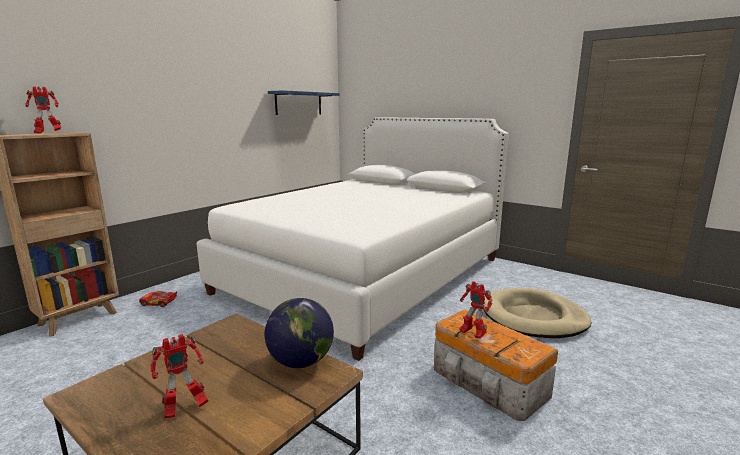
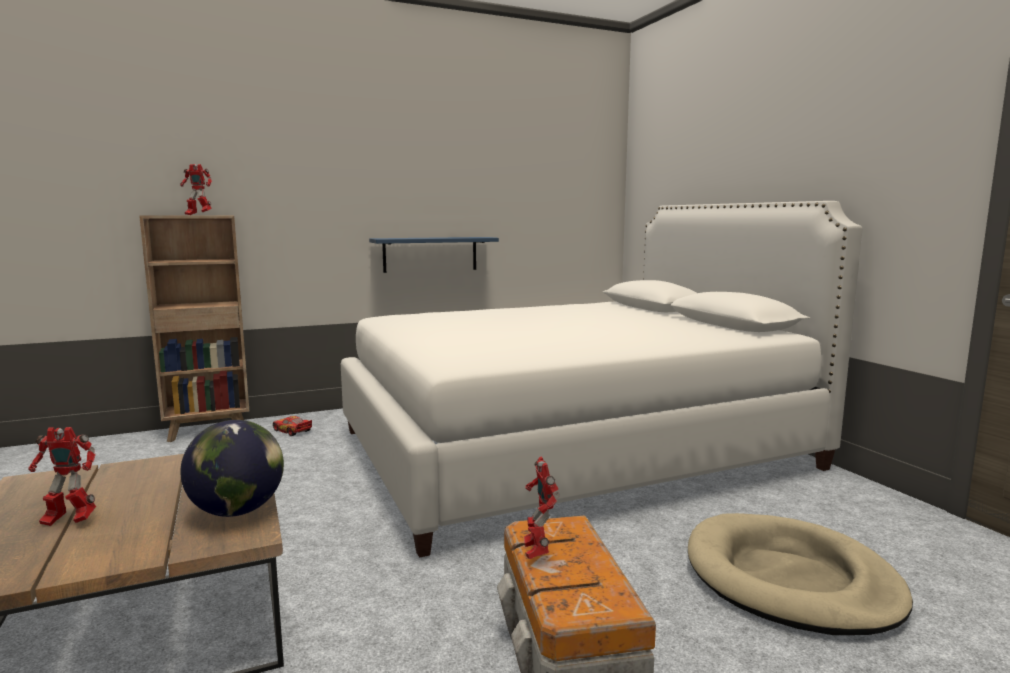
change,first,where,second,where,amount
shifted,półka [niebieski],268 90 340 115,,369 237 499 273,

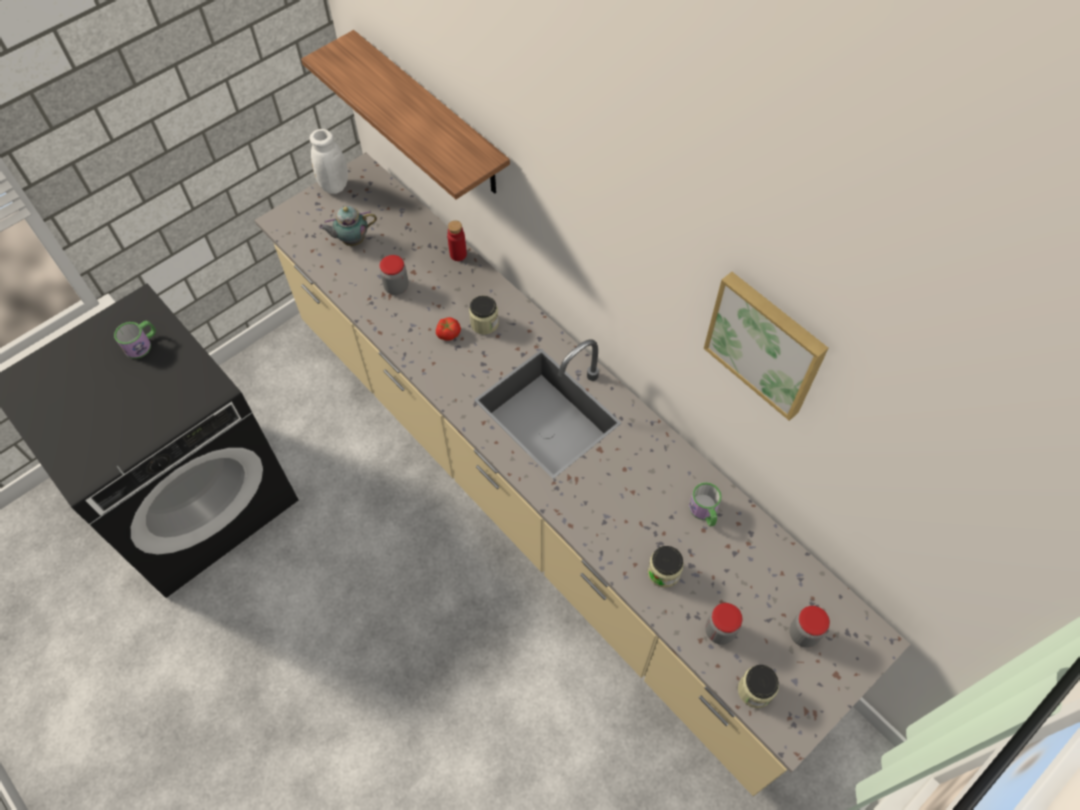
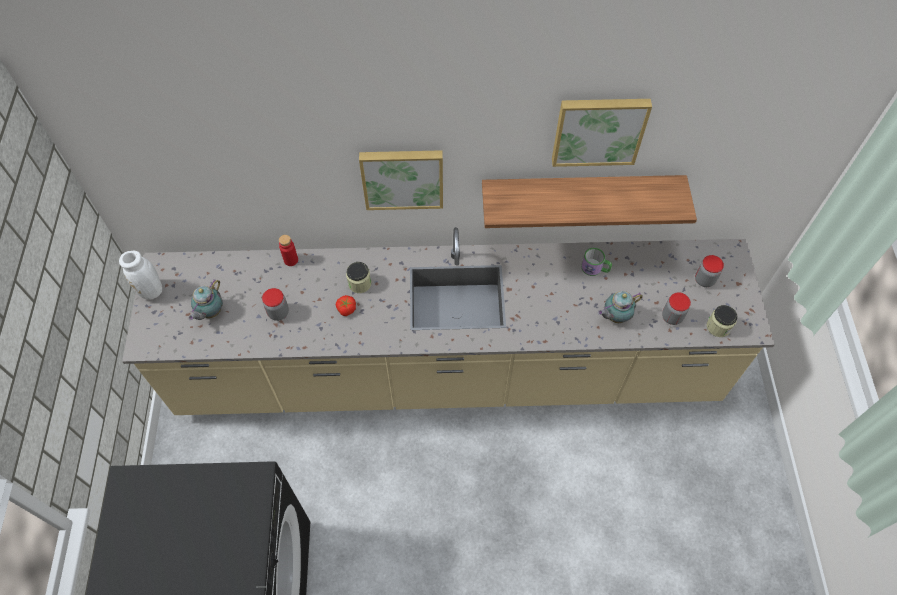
change,first,where,second,where,amount
gone,kubek,114 321 156 359,,,
shifted,półka,301 30 510 200,,482 175 697 228,
swapped,słoik,647 546 684 588,imbryk,598 291 643 323,
new,,,obraz,359 150 443 210,

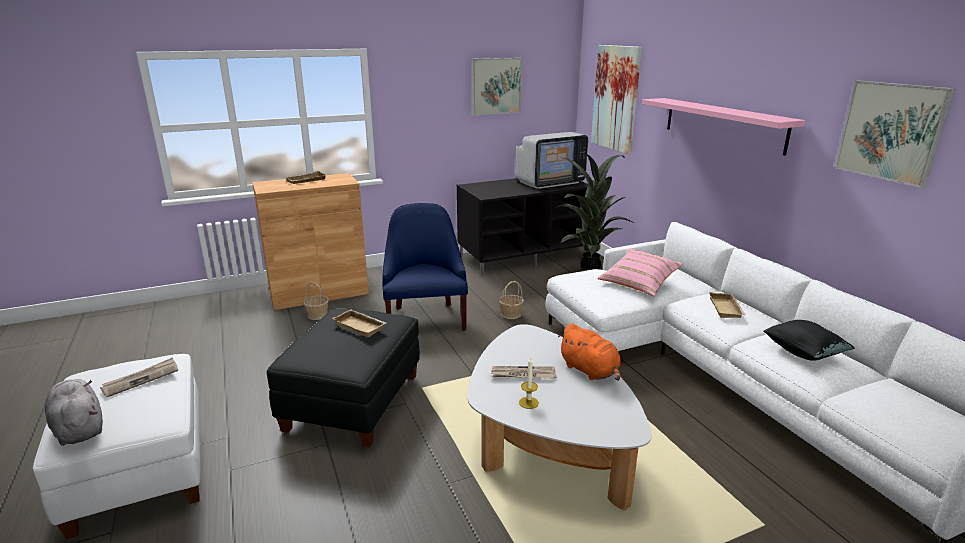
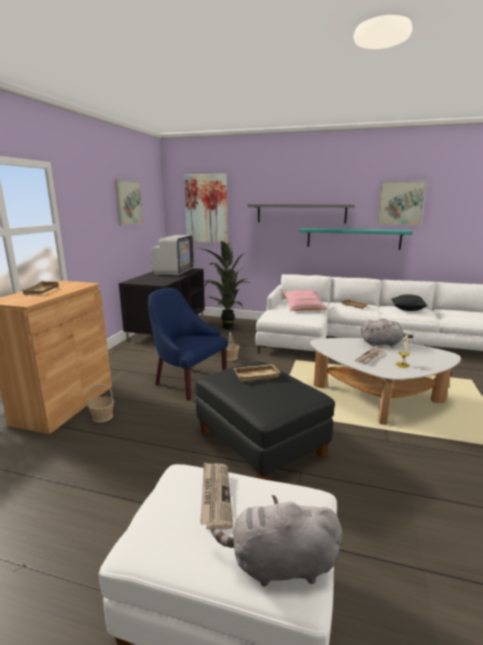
change,first,where,second,where,amount
repainted,pluszak [pomarańczowy],558 323 621 381,pluszak [szary],361 318 414 347,
repainted,półka [różowy],642 98 806 156,półka [szary],248 204 355 224,
new,,,półka [turkusowy],299 228 413 250,

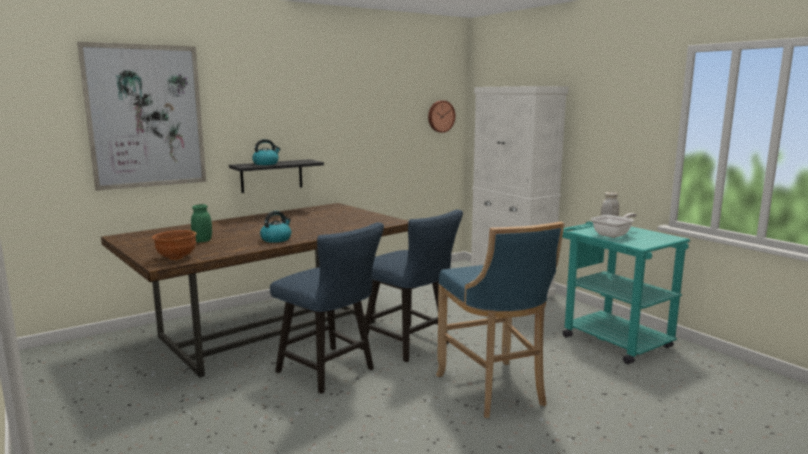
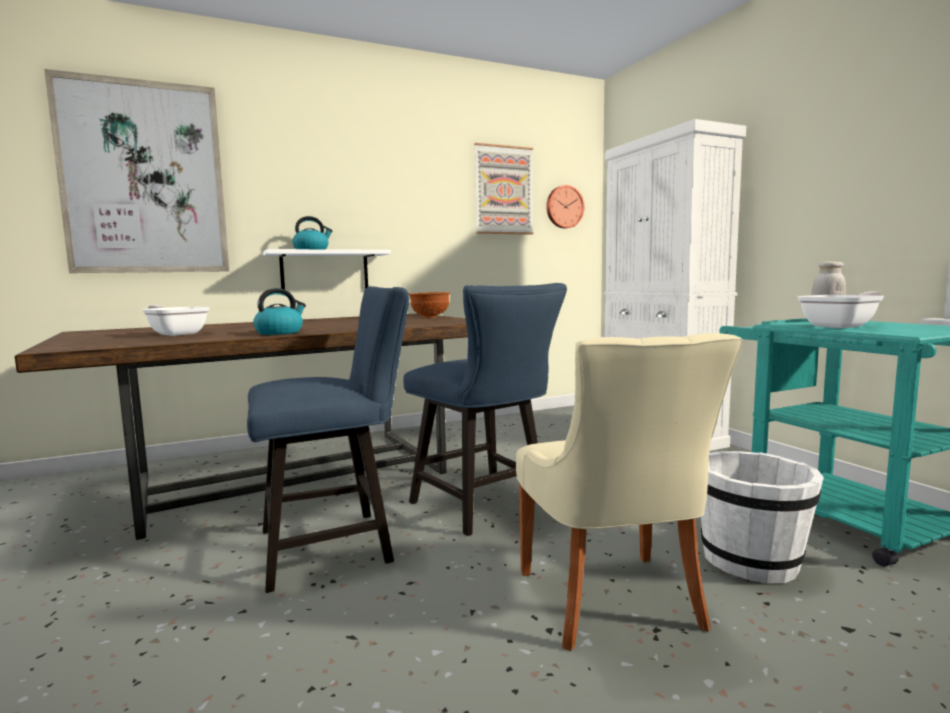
change,first,where,second,where,amount
shifted,miska [brązowy],152 230 197 260,,408 292 450 318,
swapped,słoik [zielony],191 204 212 242,patelnia,142 305 210 336,
repainted,półka [czarny],229 159 324 193,półka [biały],263 249 391 290,
rotated,krzesło [niebieski],270 222 384 394,,247 286 409 593,75 degrees counterclockwise
swapped,stołek [niebieski],436 222 565 418,krzesło [beżowy],516 333 742 651,
new,,,obraz,474 143 533 235,
new,,,wiadro [biały],701 451 824 583,

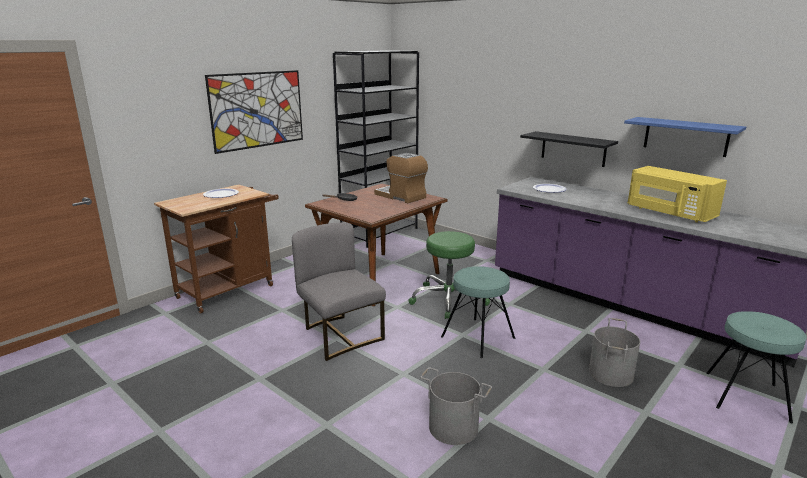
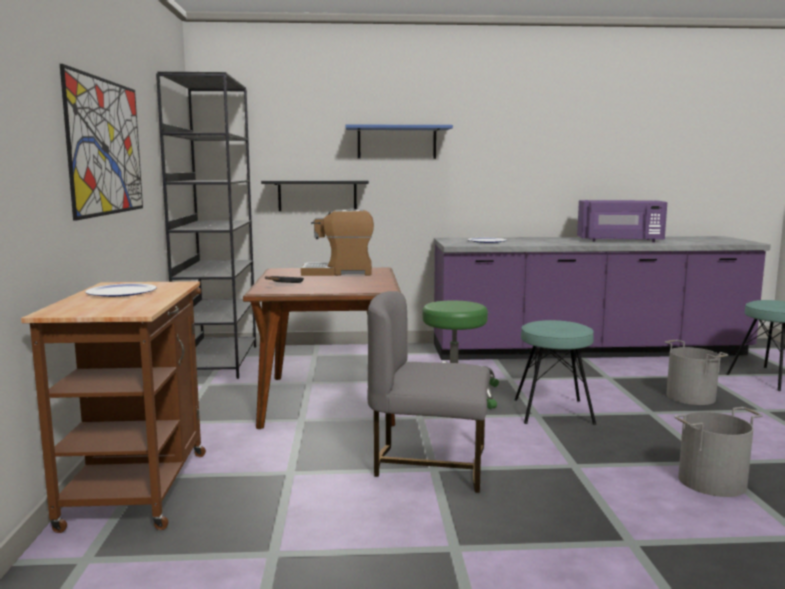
change,first,where,second,where,amount
shifted,półka [czarny],520 131 618 167,,261 180 369 211,
shifted,półka [niebieski],624 117 746 157,,345 124 453 159,
repainted,mikrofalówka [żółty],628 166 727 222,mikrofalówka [fioletowy],577 200 667 242,

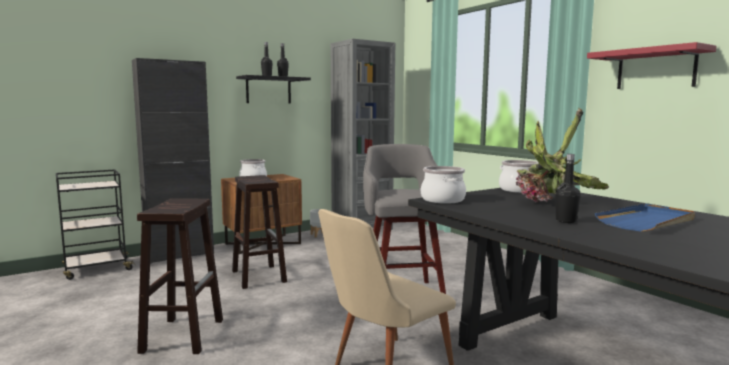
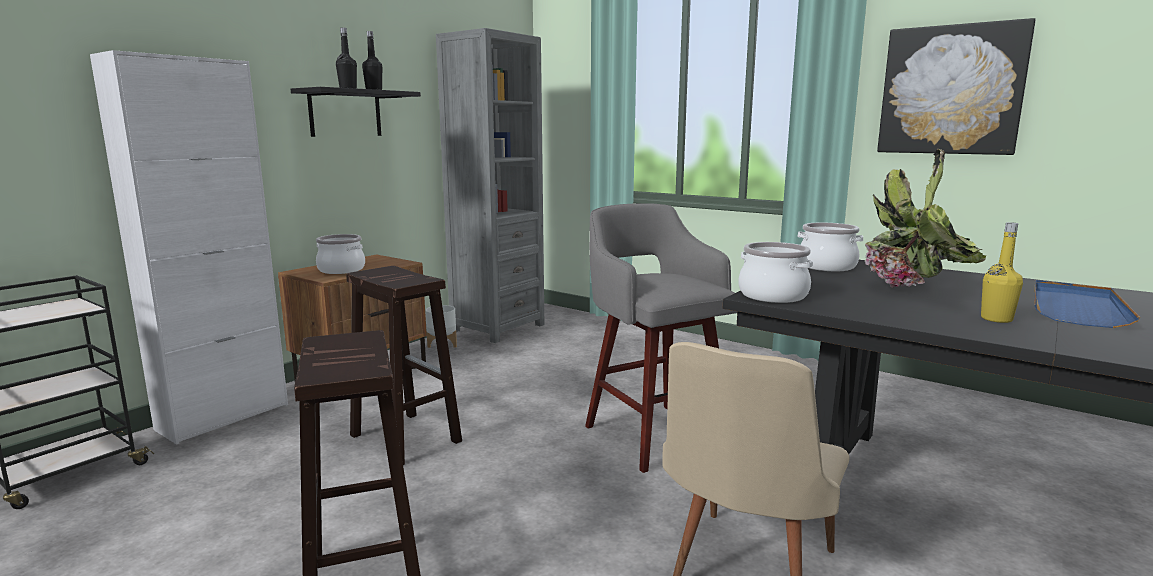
change,first,where,second,where,amount
repainted,szafka [czarny],132 58 214 264,szafka [biały],90 50 288 445,
repainted,butelka [czarny],555 154 581 223,butelka [żółty],981 222 1023 323,
swapped,półka [czerwony],587 42 717 89,obraz,877 18 1036 155,

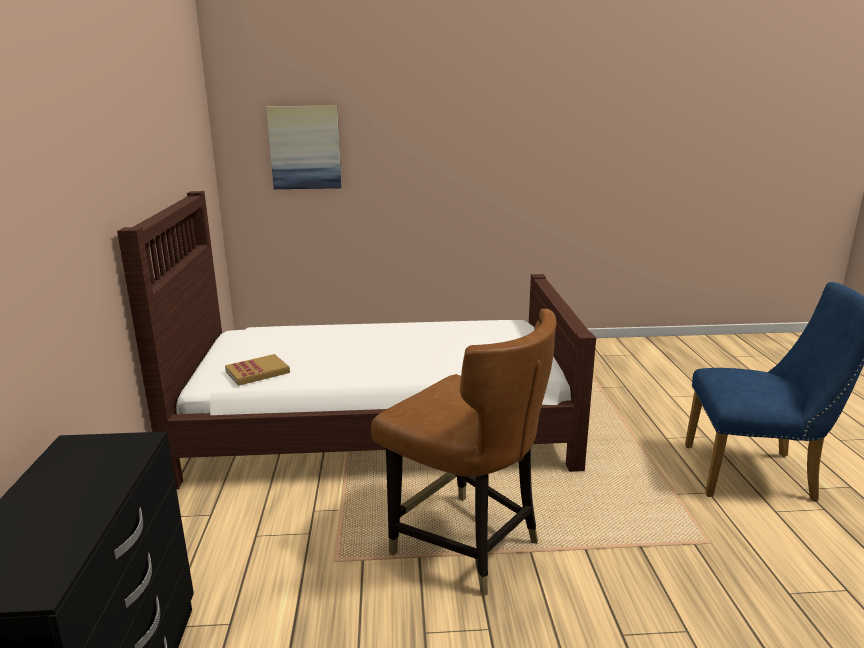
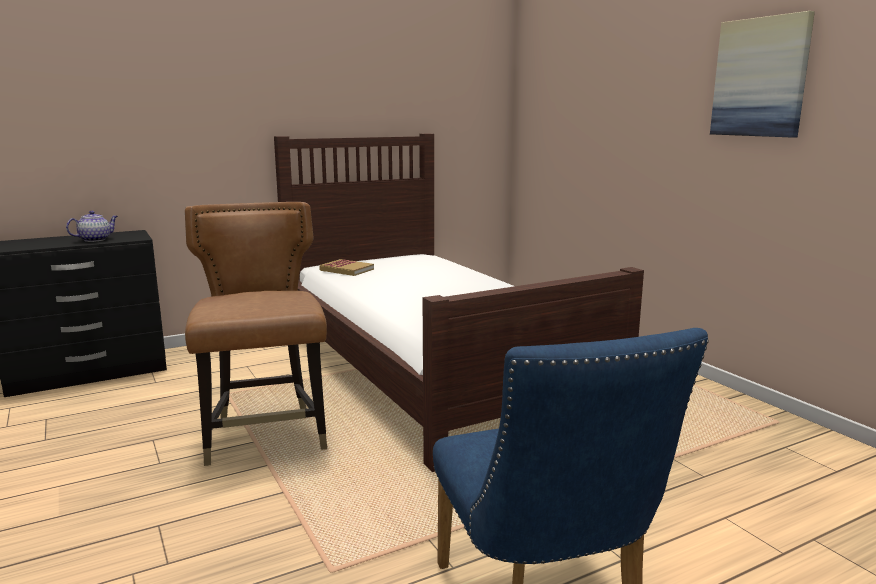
change,first,where,second,where,amount
shifted,obraz,266 105 342 189,,710 11 815 138,
rotated,krzesło [brązowy],371 309 557 596,,185 202 327 466,150 degrees clockwise
new,,,imbryk,66 211 118 242,

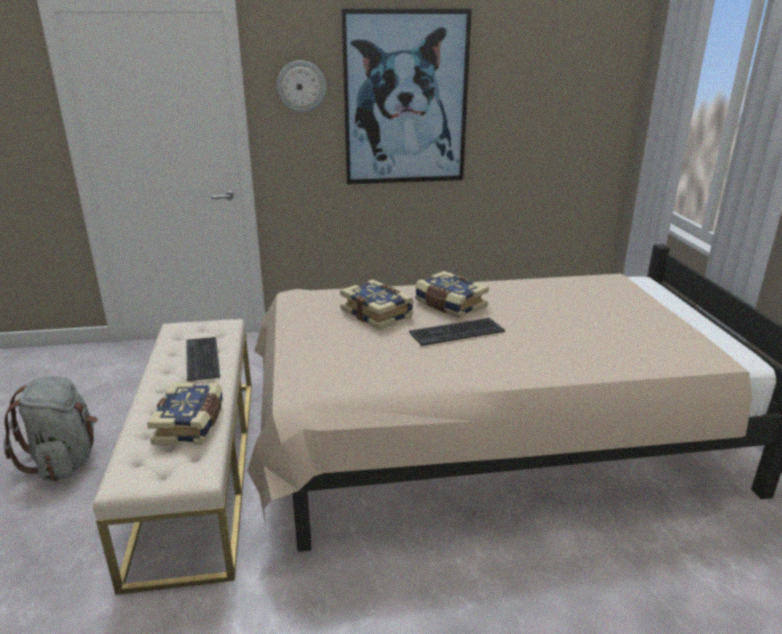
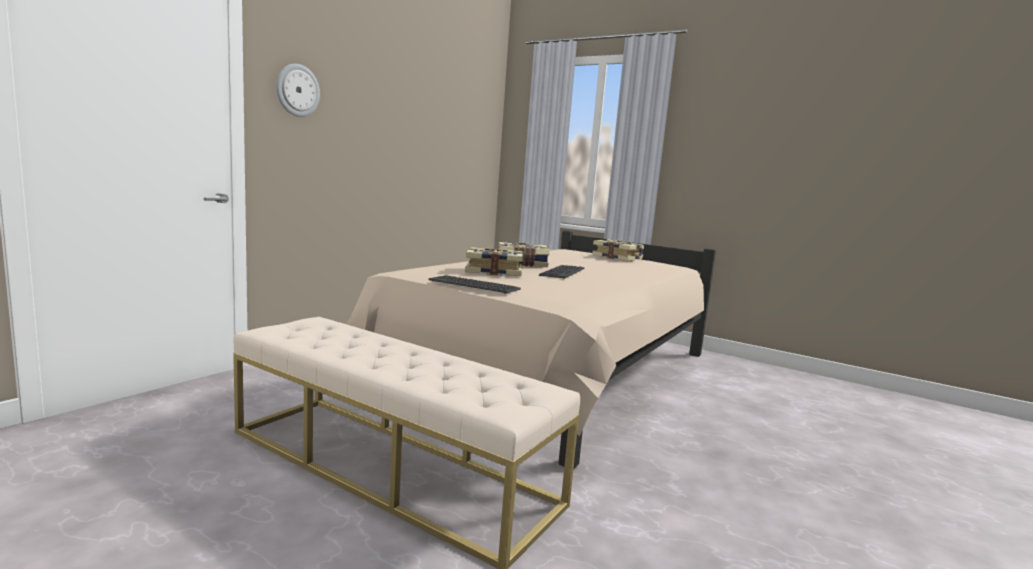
change,first,where,second,where,amount
gone,plecak [szary],3 376 98 481,,,
shifted,książka,147 383 223 445,,592 240 644 261,
shifted,klawiatura,186 337 220 381,,428 275 521 294,
gone,obraz,341 9 472 184,,,

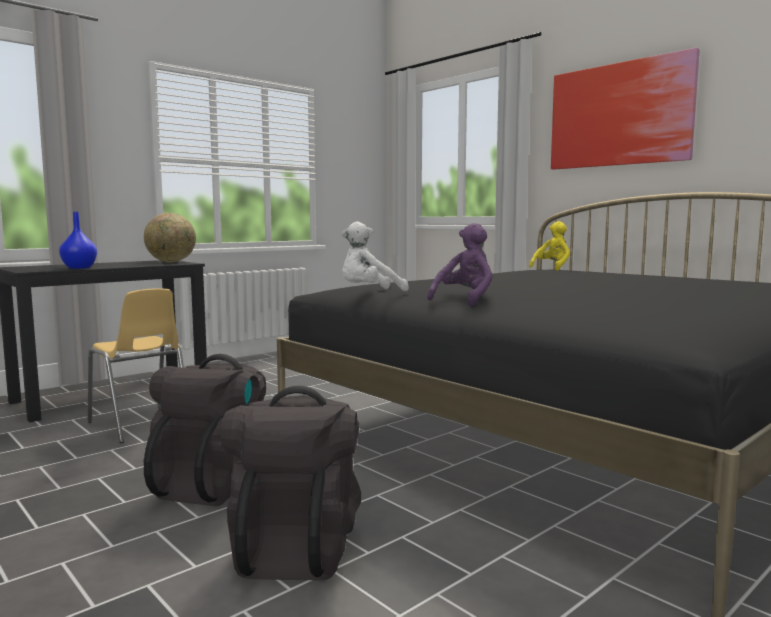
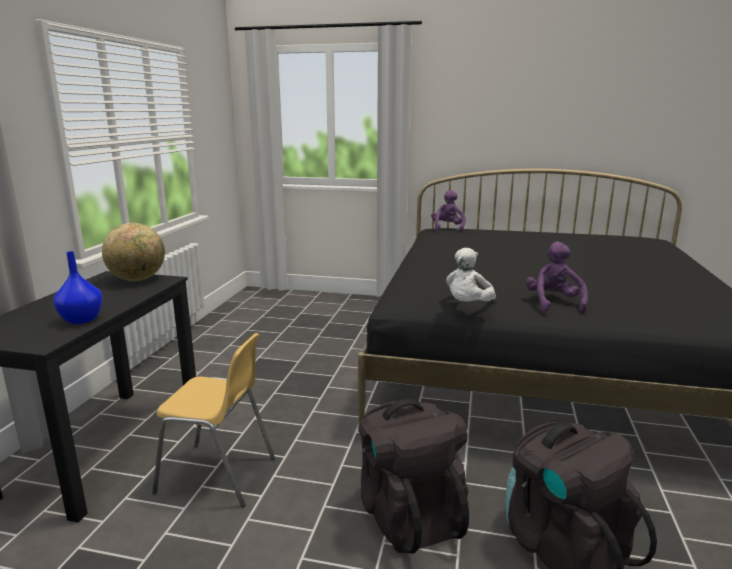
change,first,where,second,where,amount
repainted,pluszak [żółty],529 221 570 271,pluszak [fioletowy],431 190 466 233,
gone,obraz,551 48 700 170,,,

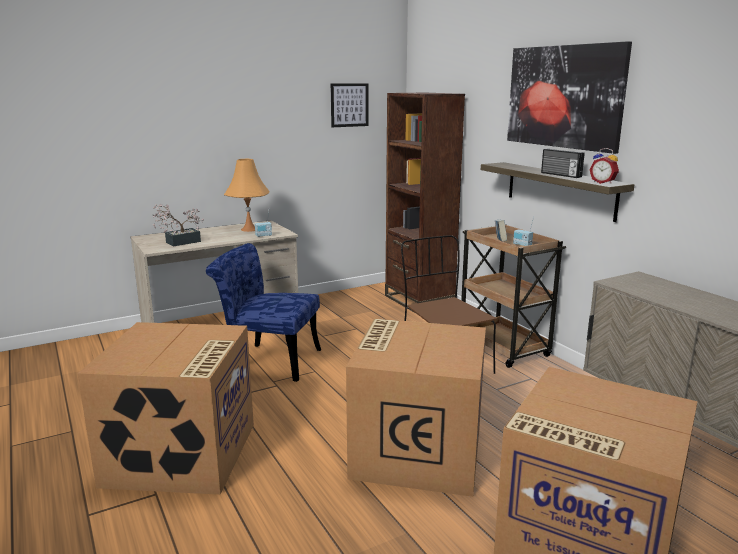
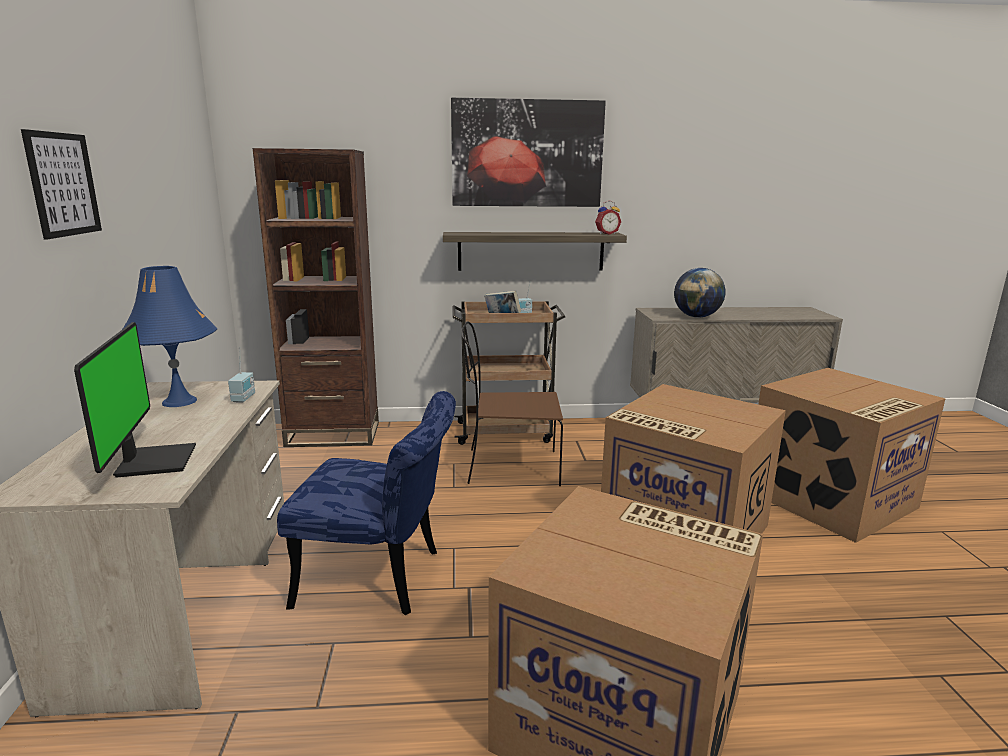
change,first,where,second,where,amount
swapped,roślina doniczkowa,153 204 204 247,monitor,74 322 196 478,
rotated,krzesło [niebieski],206 243 321 382,,277 391 456 615,120 degrees counterclockwise
repainted,lampa stołowa [pomarańczowy],224 159 270 232,lampa stołowa [niebieski],123 266 218 407,
shifted,obraz,331 83 369 127,,21 129 102 239,
gone,radio,541 149 585 178,,,
new,,,globus,674 268 726 318,

